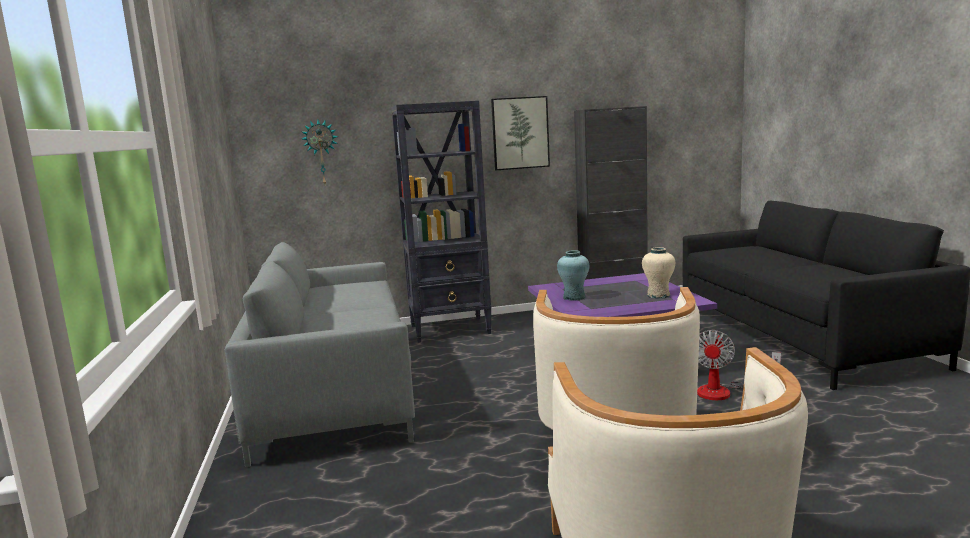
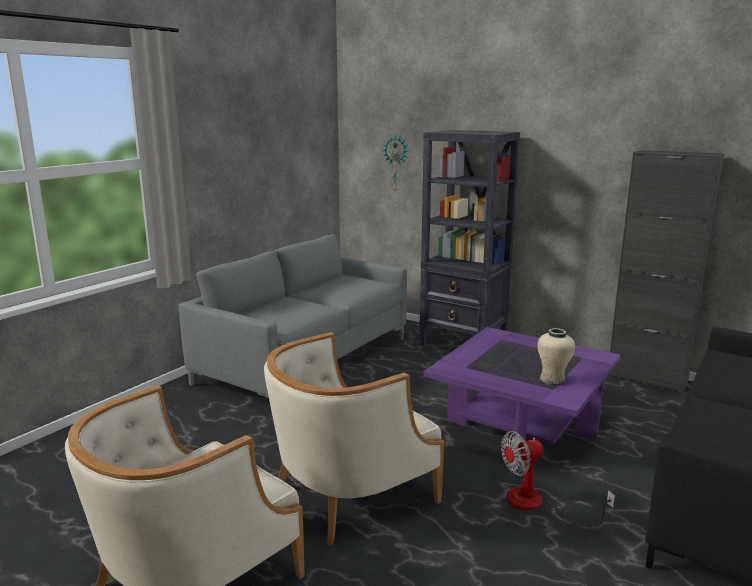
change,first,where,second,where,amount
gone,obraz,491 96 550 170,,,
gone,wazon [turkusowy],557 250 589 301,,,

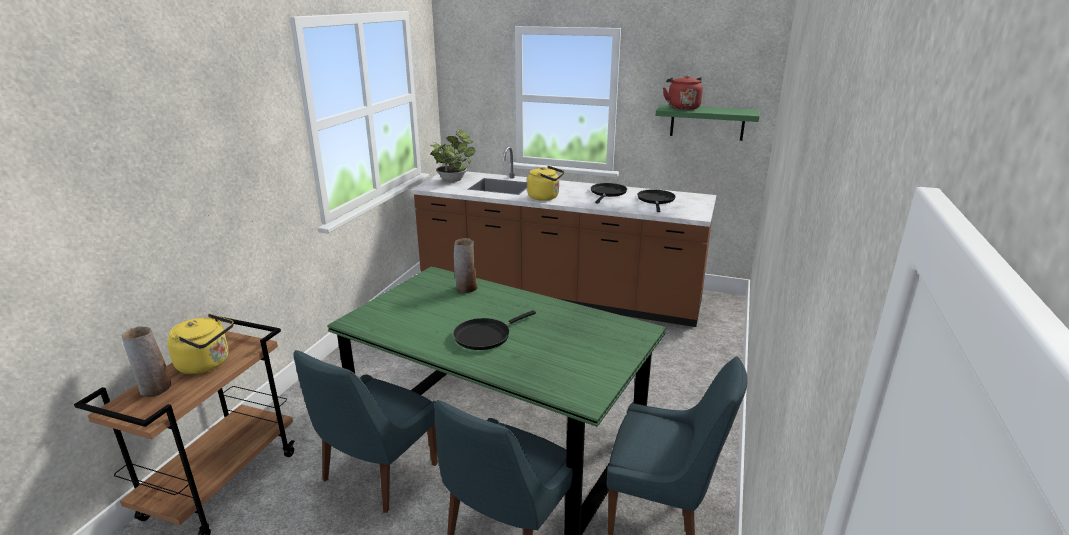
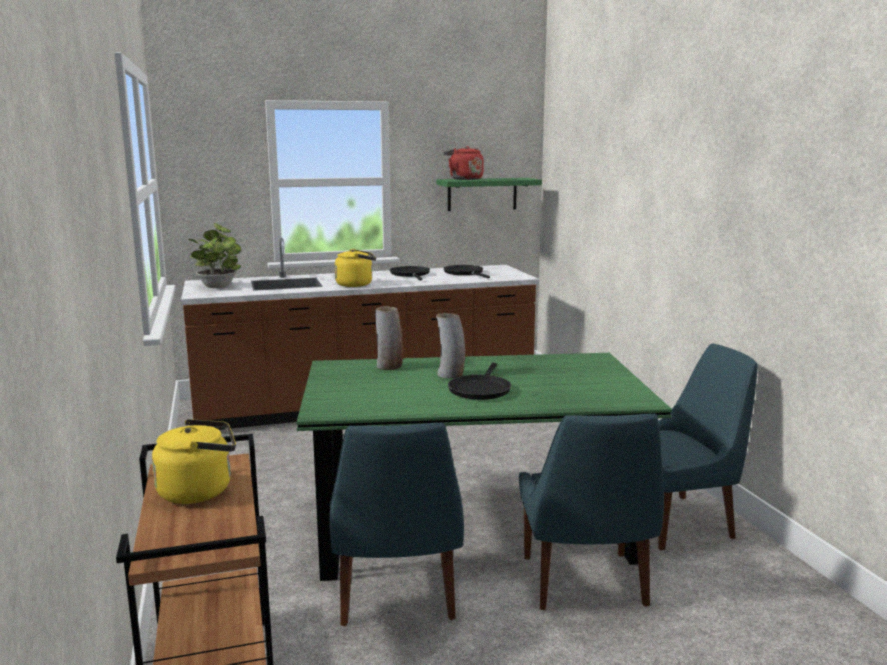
change,first,where,second,where,amount
shifted,wazon,122 326 171 397,,436 313 465 378,

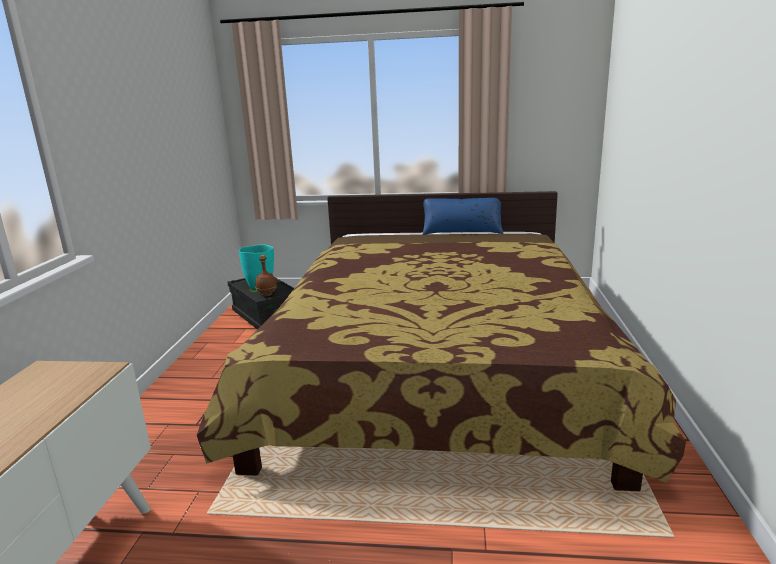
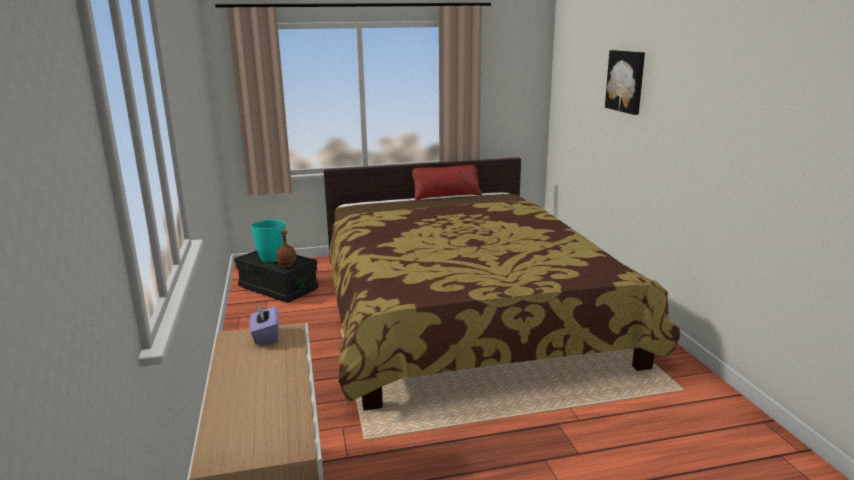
change,first,where,second,where,amount
repainted,poduszka [niebieski],422 198 503 235,poduszka [czerwony],412 165 482 201,
new,,,pudełko chusteczek [fioletowy],249 304 279 345,
new,,,obraz,605 50 645 115,

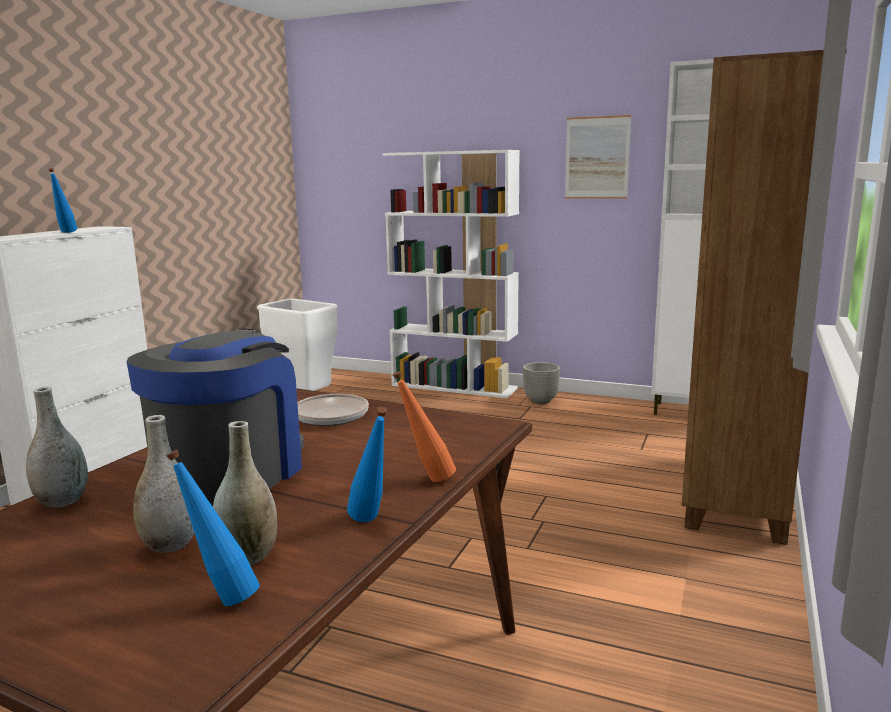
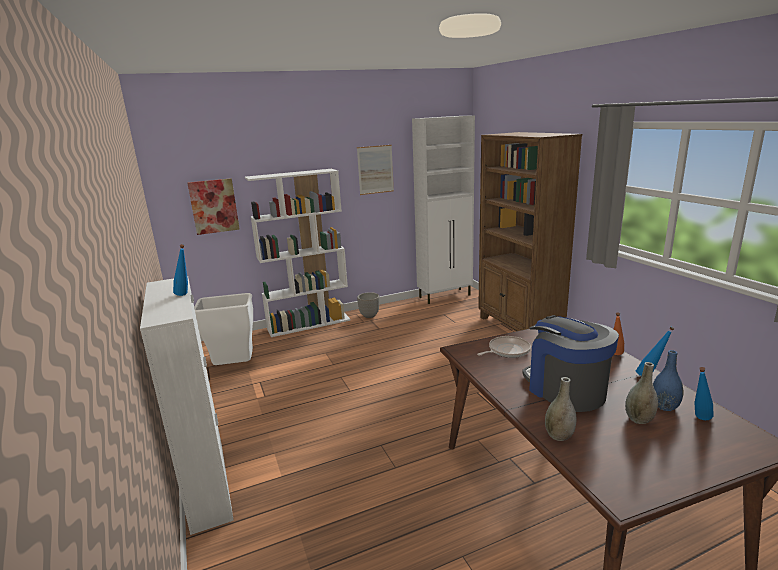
change,first,where,second,where,amount
repainted,wazon [szary],213 421 277 565,wazon [niebieski],653 350 683 411,
new,,,obraz,187 178 240 235,

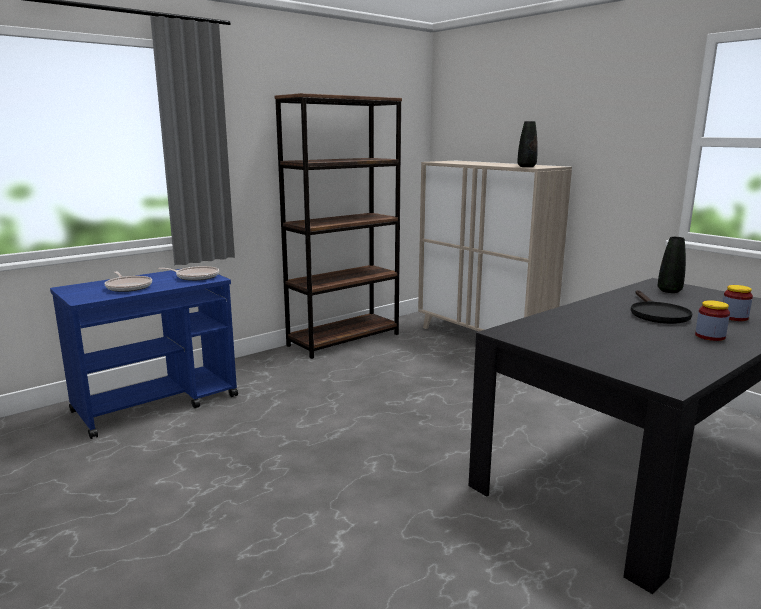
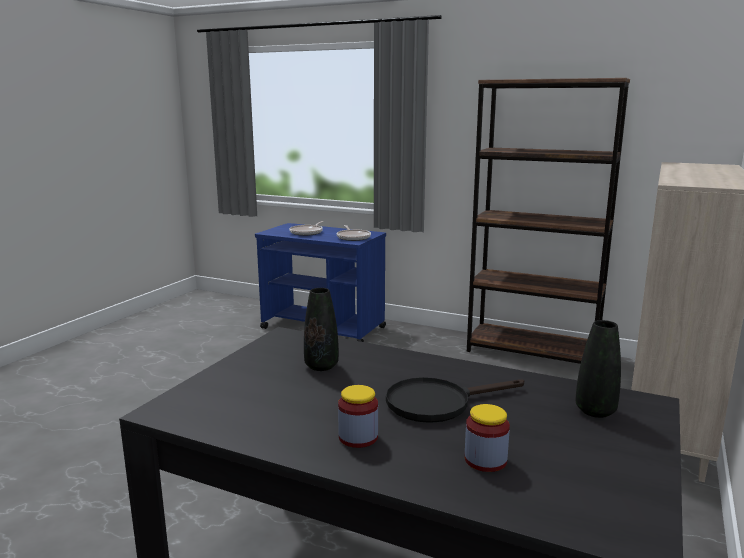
change,first,where,second,where,amount
shifted,wazon [czarny],517 121 538 167,,304 288 339 371,

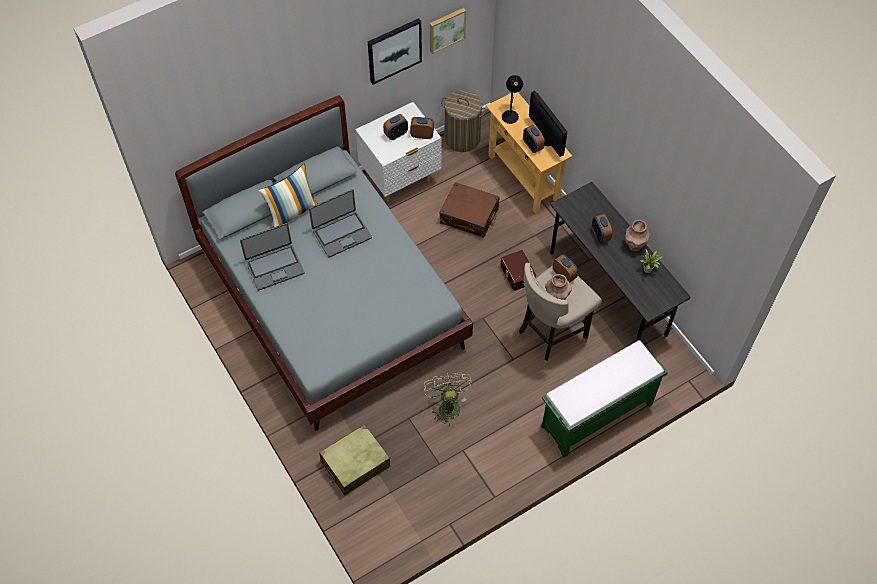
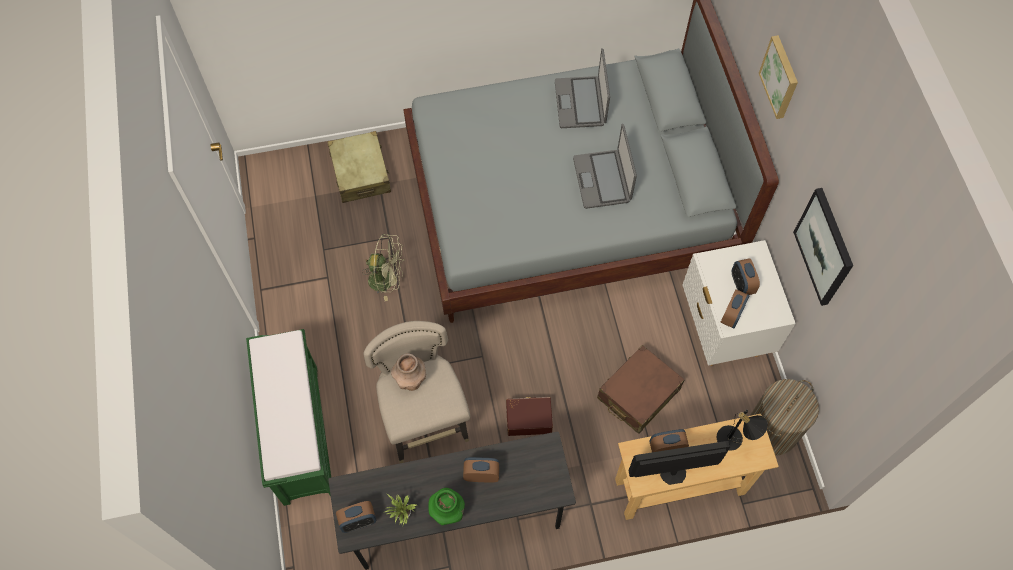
change,first,where,second,where,amount
gone,poduszka,258 164 318 227,,,
shifted,obraz,430 8 466 54,,759 35 798 119,
shifted,budzik,553 254 578 283,,336 501 376 533,
repainted,wazon [brązowy],625 220 650 251,wazon [zielony],428 488 465 525,

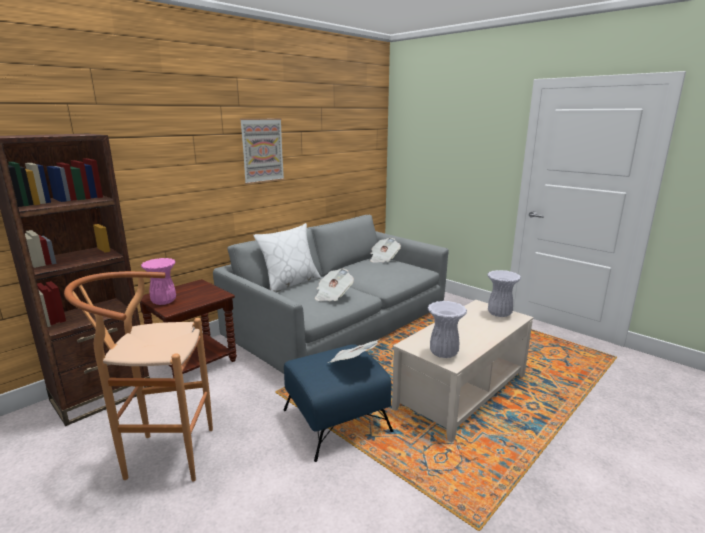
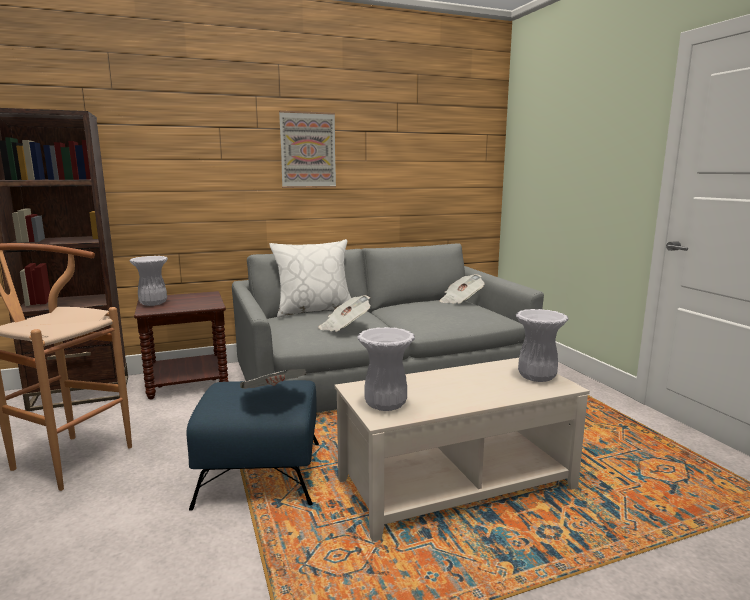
change,first,where,second,where,amount
repainted,wazon [różowy],141 258 176 305,wazon [biały],130 256 168 306,

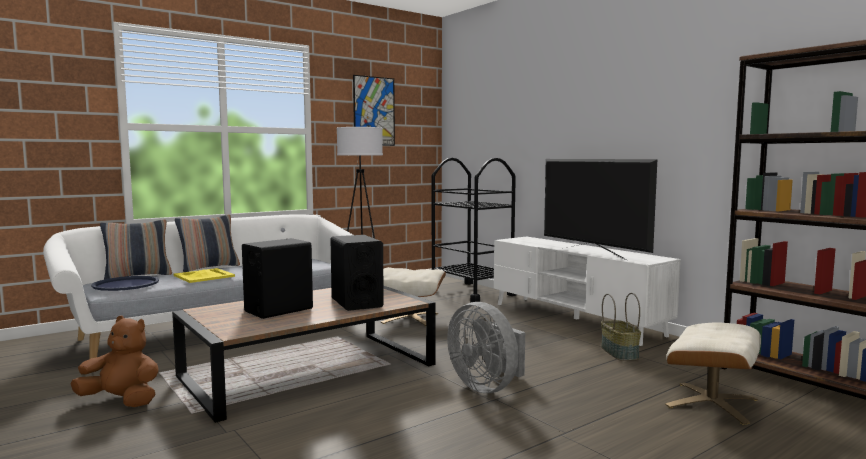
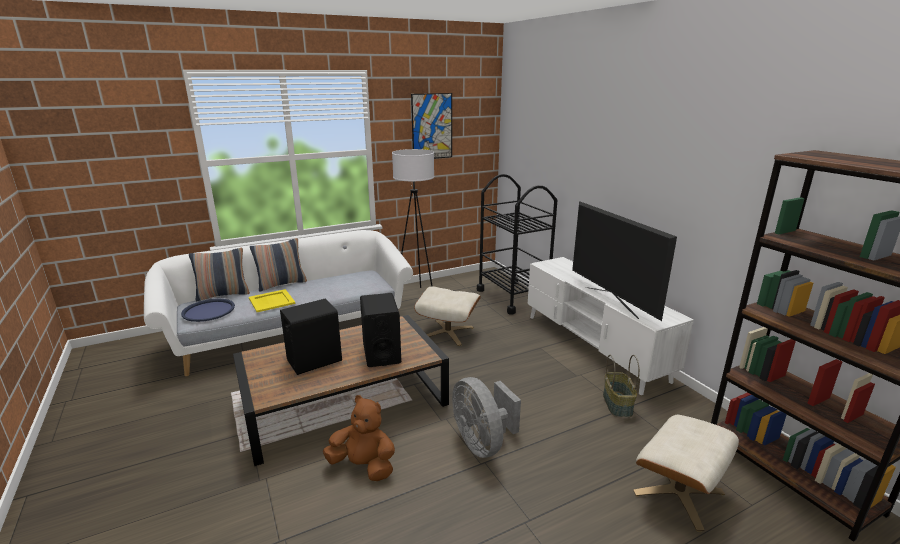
change,first,where,second,where,amount
shifted,pluszak [brązowy],71 316 159 407,,323 395 395 481,

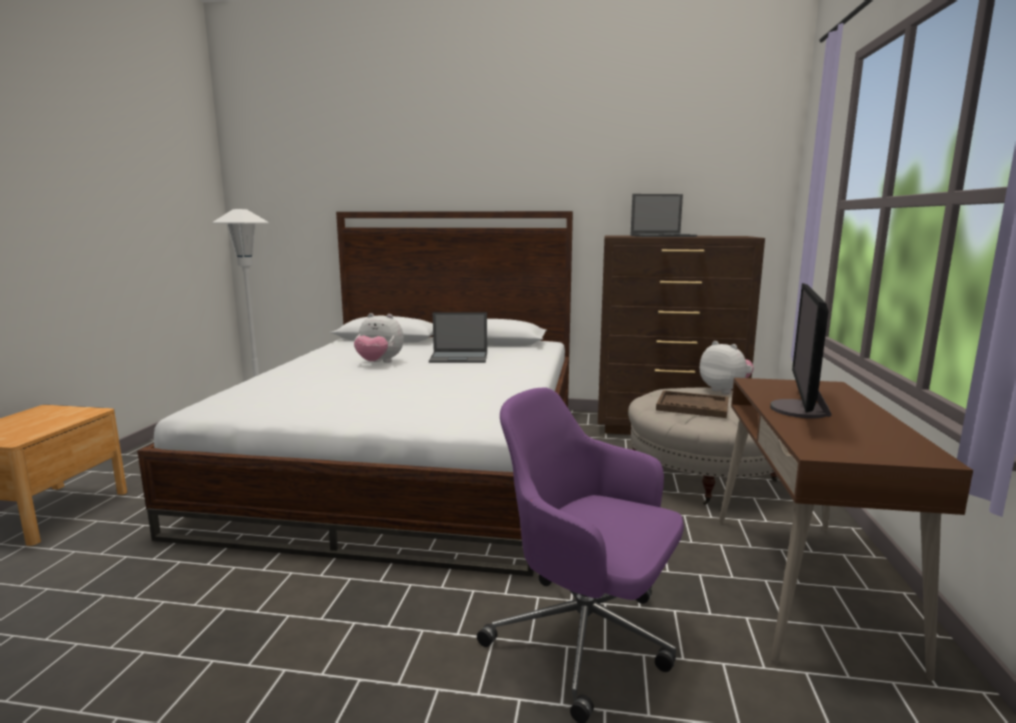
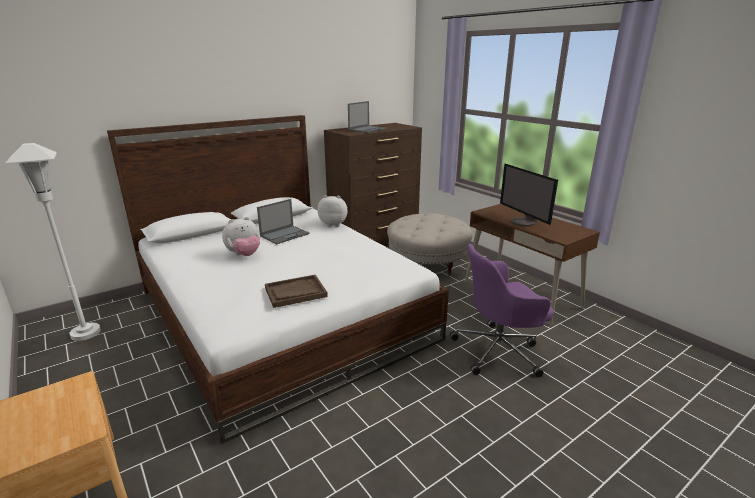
change,first,where,second,where,amount
shifted,taca [brązowy],656 390 729 418,,265 275 328 308,
shifted,pluszak,700 341 754 394,,317 195 348 227,

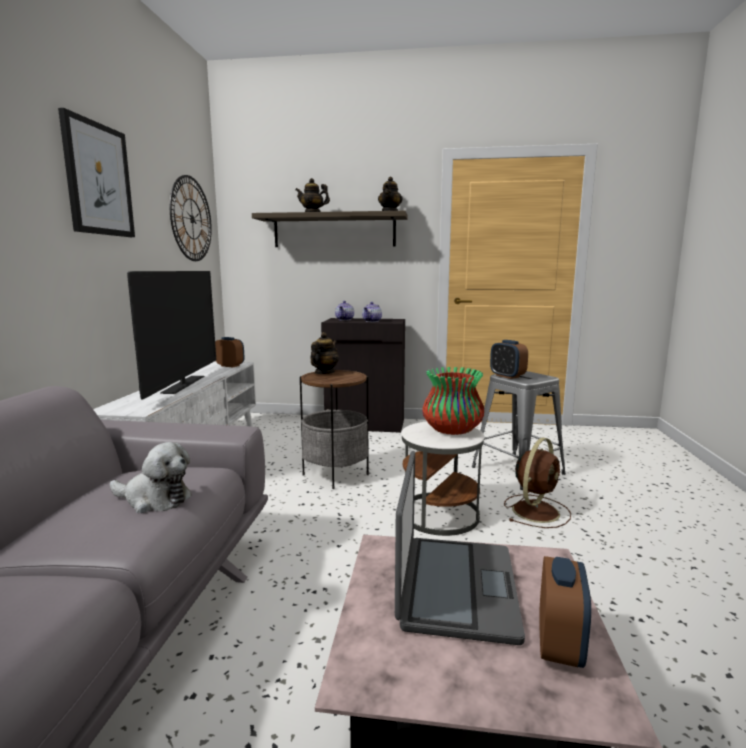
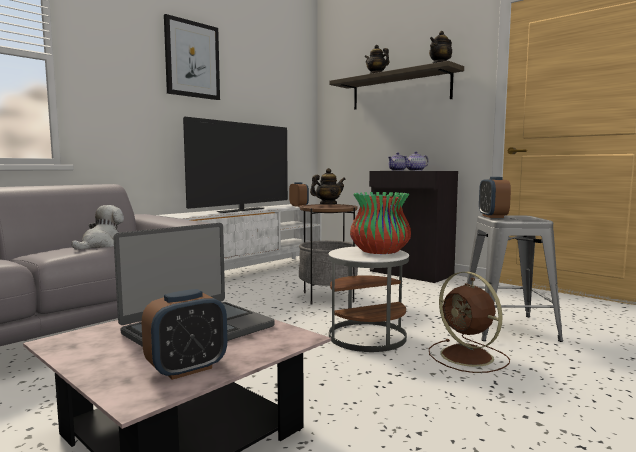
change,first,where,second,where,amount
rotated,pluszak,110 442 192 513,,71 205 124 250,120 degrees counterclockwise
gone,zegar ścienny,170 175 212 261,,,
rotated,wentylator [brązowy],504 437 571 528,,429 272 510 373,75 degrees clockwise

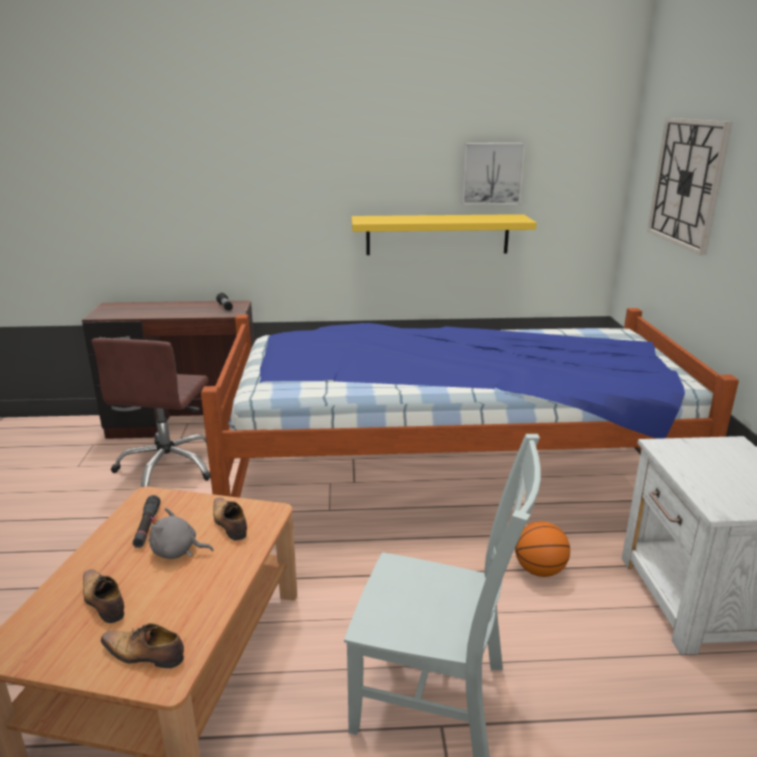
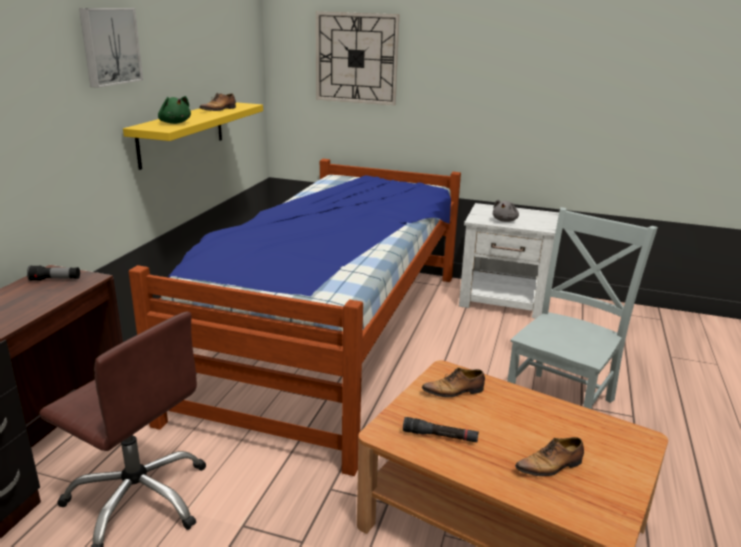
change,first,where,second,where,amount
shifted,but,101 623 184 668,,200 93 236 111,
shifted,pluszak [szary],149 508 214 559,,493 200 519 222,
shifted,obraz,462 143 525 205,,79 8 143 88,
gone,piłka do koszykówki,515 521 570 577,,,
new,,,pluszak [zielony],158 96 191 124,

